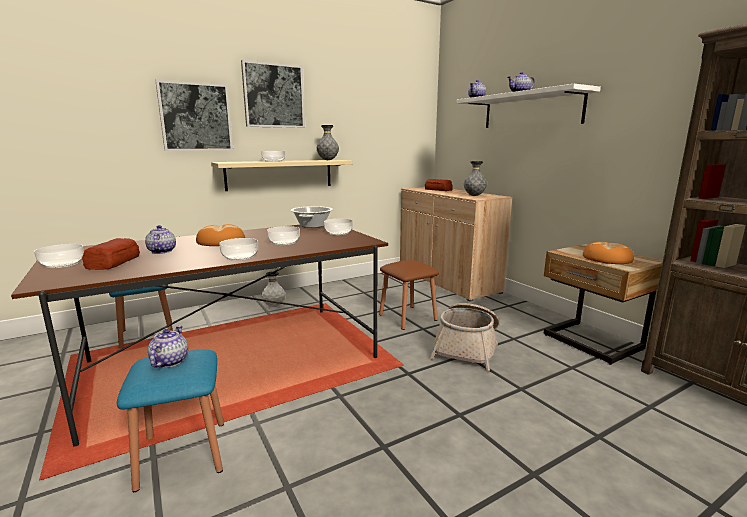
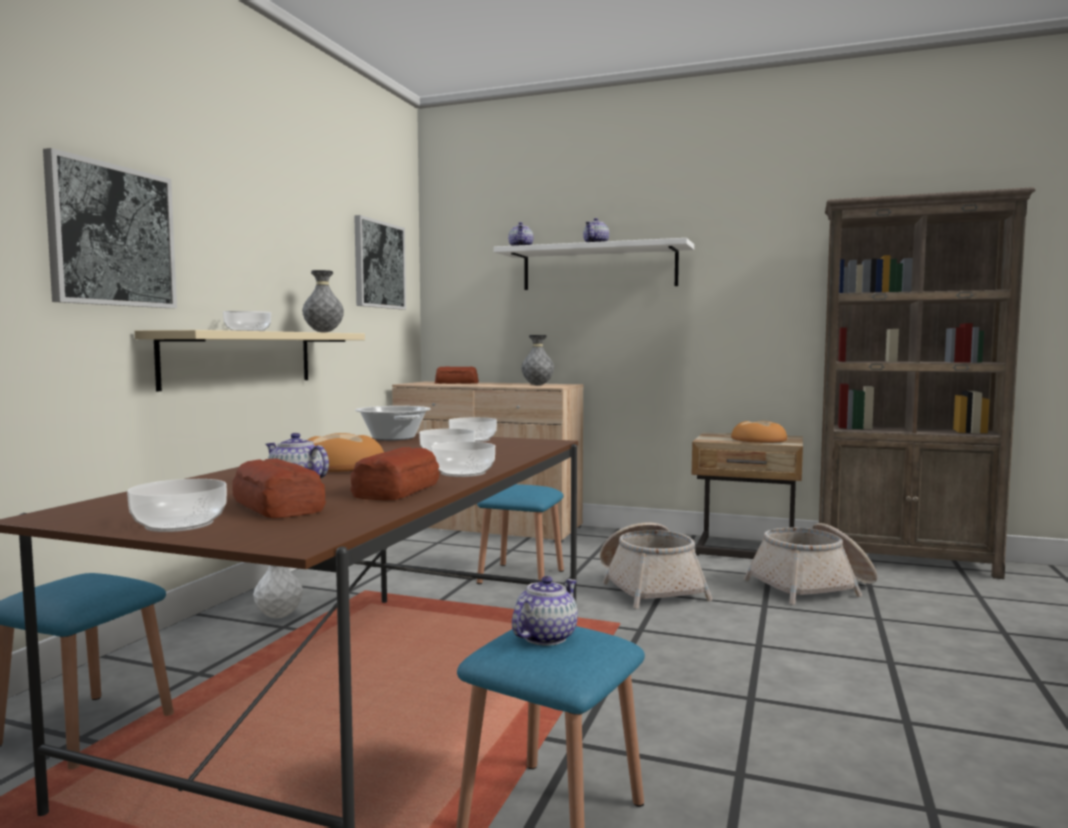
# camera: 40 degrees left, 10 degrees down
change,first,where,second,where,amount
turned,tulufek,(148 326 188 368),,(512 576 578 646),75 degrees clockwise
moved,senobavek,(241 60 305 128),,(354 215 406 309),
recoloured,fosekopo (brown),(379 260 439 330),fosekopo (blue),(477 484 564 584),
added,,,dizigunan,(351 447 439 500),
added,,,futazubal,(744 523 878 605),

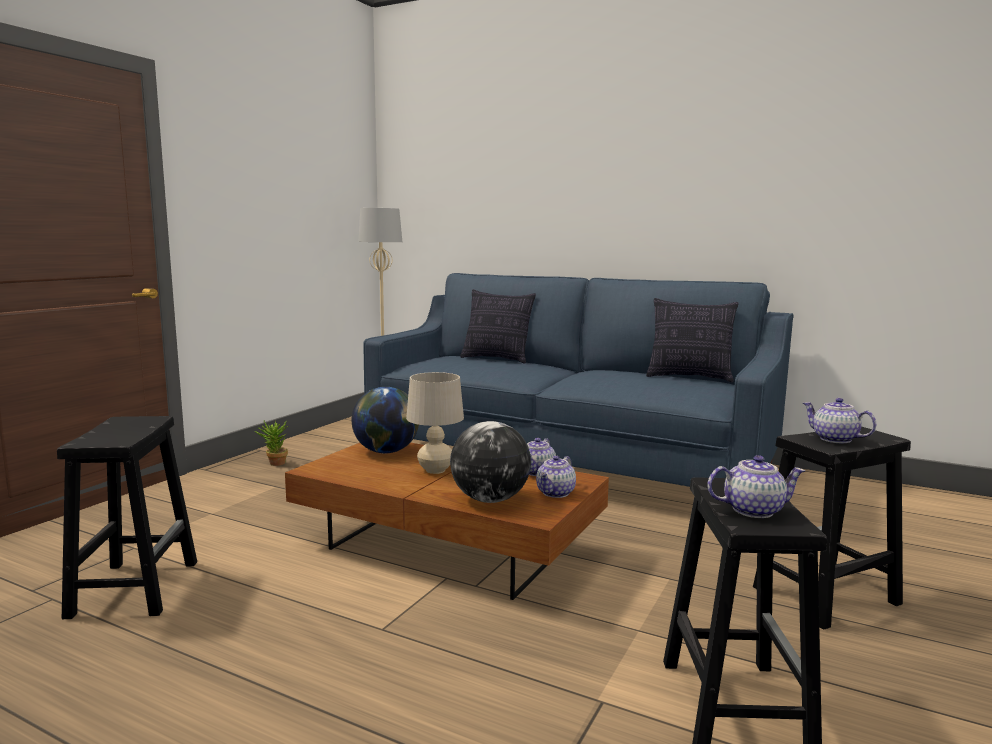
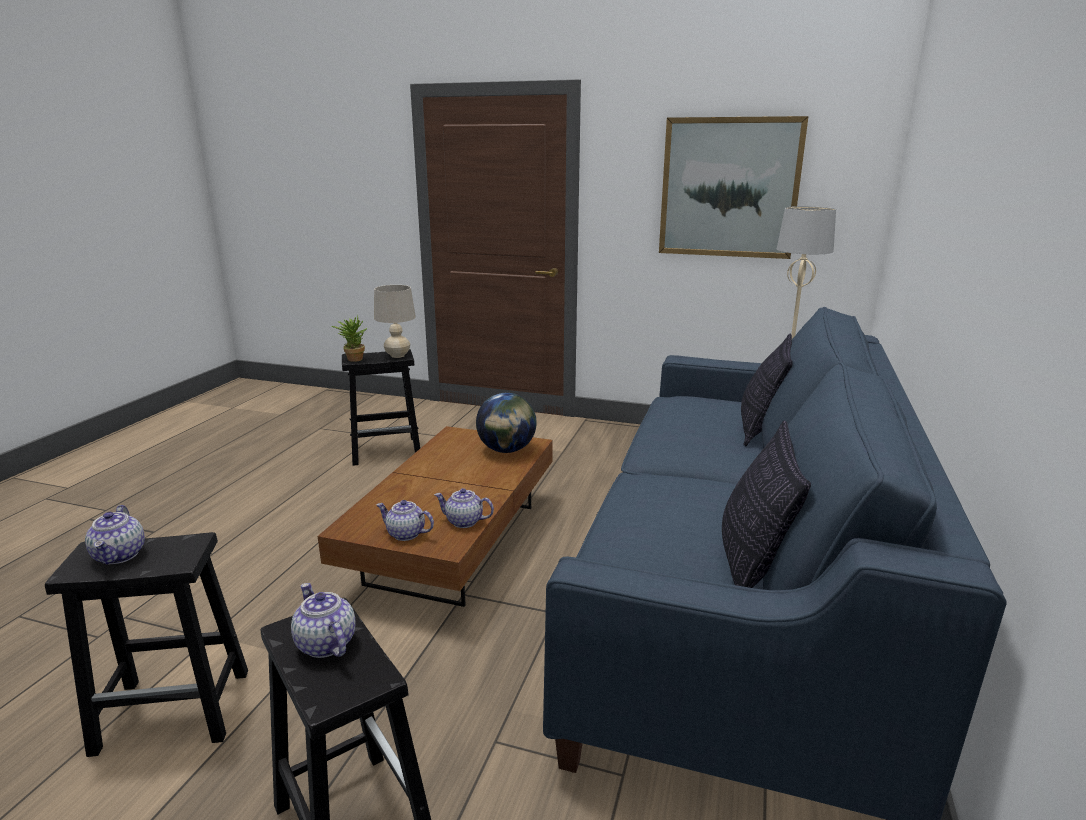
# camera: 80 degrees right, 10 degrees up
change,first,where,second,where,amount
moved,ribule,(255 421 288 466),,(331 314 367 362),
moved,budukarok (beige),(406 372 464 474),,(374 285 416 358),
removed,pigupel,(450 421 531 503),,,
turned,tulufek,(803 398 876 443),,(291 583 356 658),75 degrees counterclockwise
added,,,senobavek,(659 116 809 259),

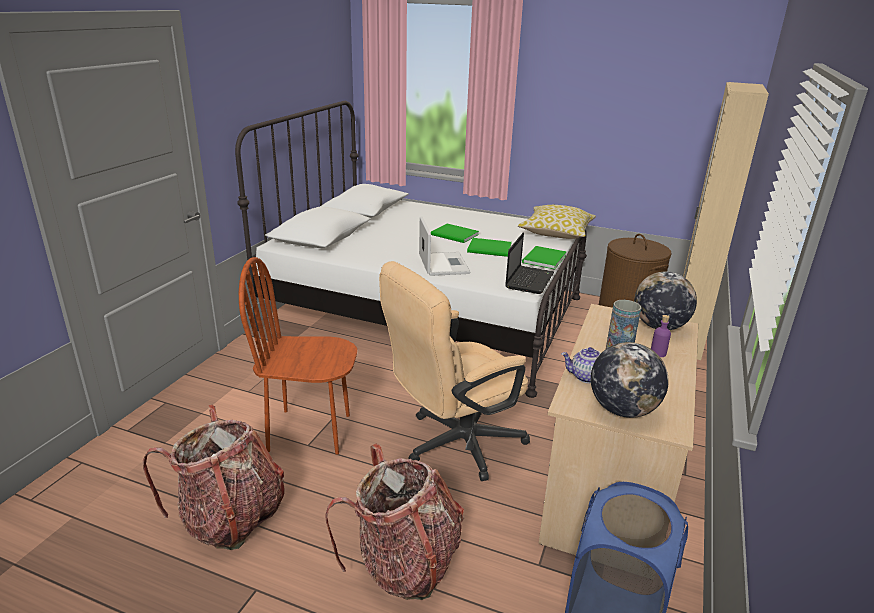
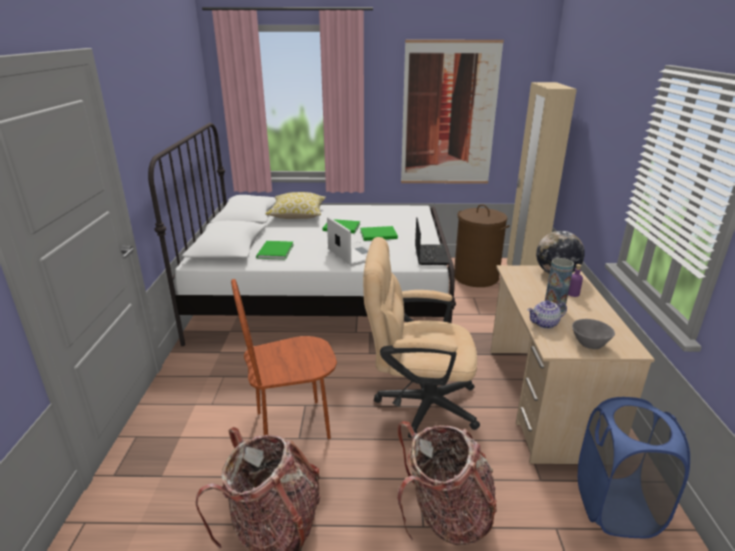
# camera: 20 degrees left, 0 degrees up
change,first,where,second,where,amount
turned,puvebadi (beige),(379 261 530 481),,(363 237 480 438),60 degrees clockwise
moved,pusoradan,(518 205 596 239),,(265 192 326 219),
moved,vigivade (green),(522 246 567 270),,(256 241 293 260),
replaced,pigupel,(591 342 669 418),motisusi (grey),(572 319 615 349),
added,,,senobavek,(401 40 504 184),

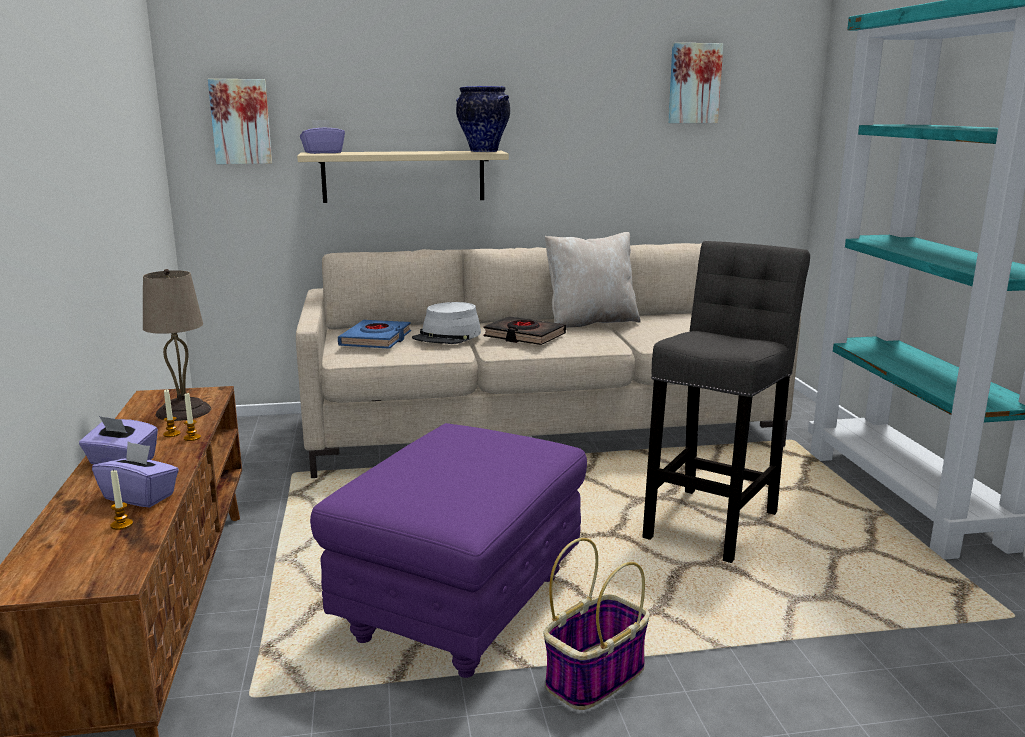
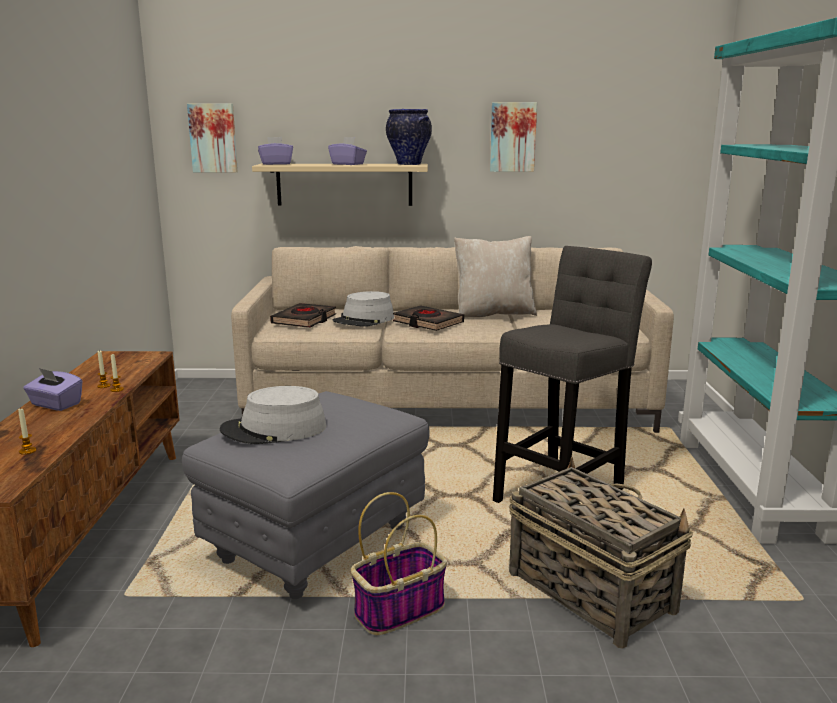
# camera: 10 degrees right, 0 degrees up
change,first,where,second,where,amount
moved,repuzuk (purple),(92 441 179 507),,(328 137 367 165),
removed,budukarok (beige),(143 269 211 421),,,
recoloured,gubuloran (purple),(310 423 587 678),gubuloran (grey),(182 391 430 599),
recoloured,vigivade (blue),(338 320 411 349),vigivade (black),(270 303 337 328),
moved,senobavek,(668 43 723 123),,(490 102 537 172),
added,,,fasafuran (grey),(220 386 326 444),
added,,,futazubal,(509 457 693 649),

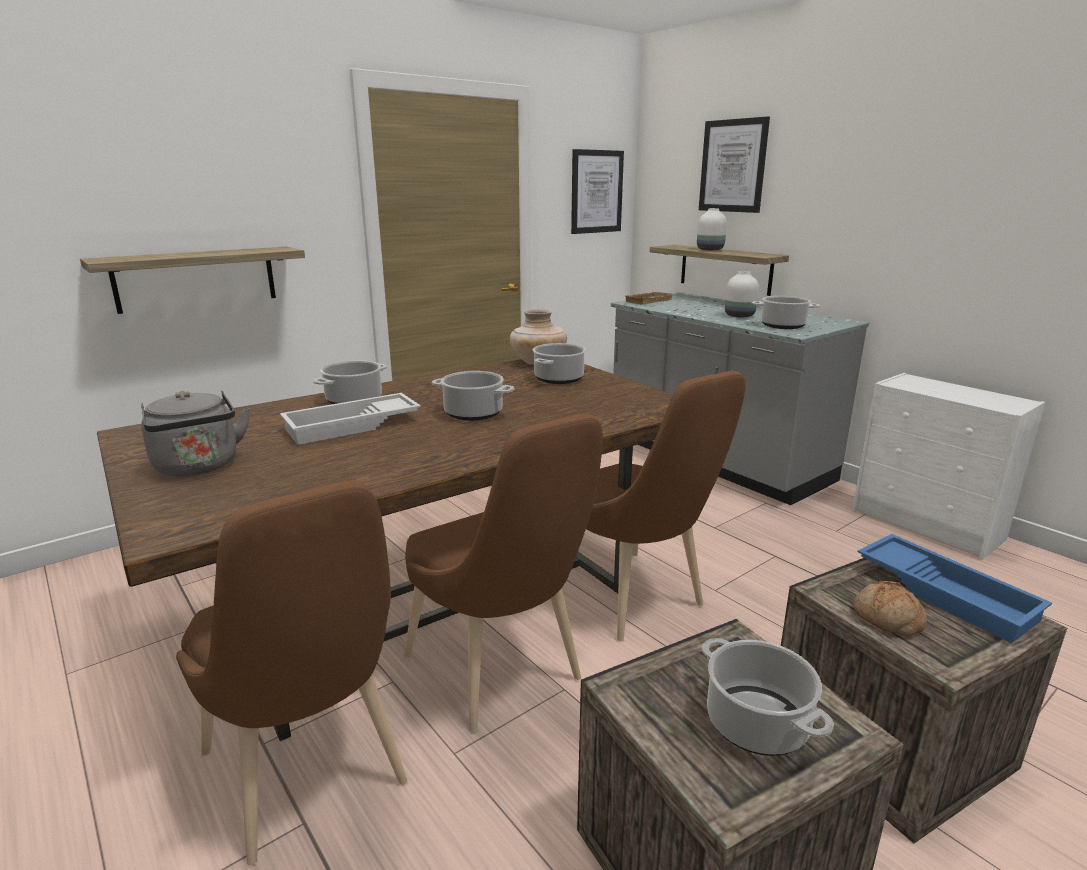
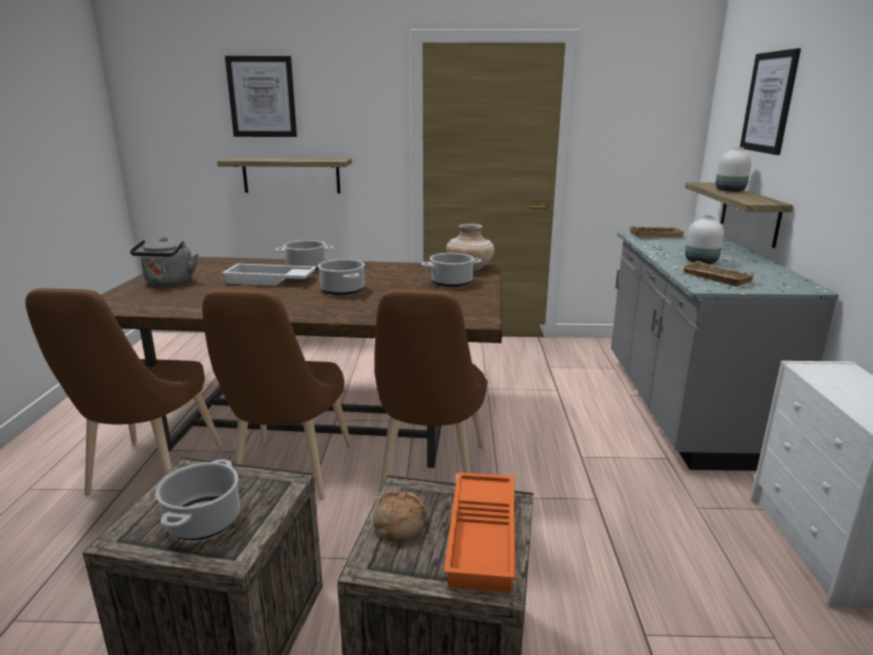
# camera: 40 degrees right, 0 degrees up
change,first,where,second,where,amount
moved,senobavek,(571 149 624 234),,(225 56 297 137),
replaced,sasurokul,(752 296 821 329),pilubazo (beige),(679 261 757 286),
recoloured,pilubazo (blue),(857 534 1052 643),pilubazo (orange),(444 472 515 593),

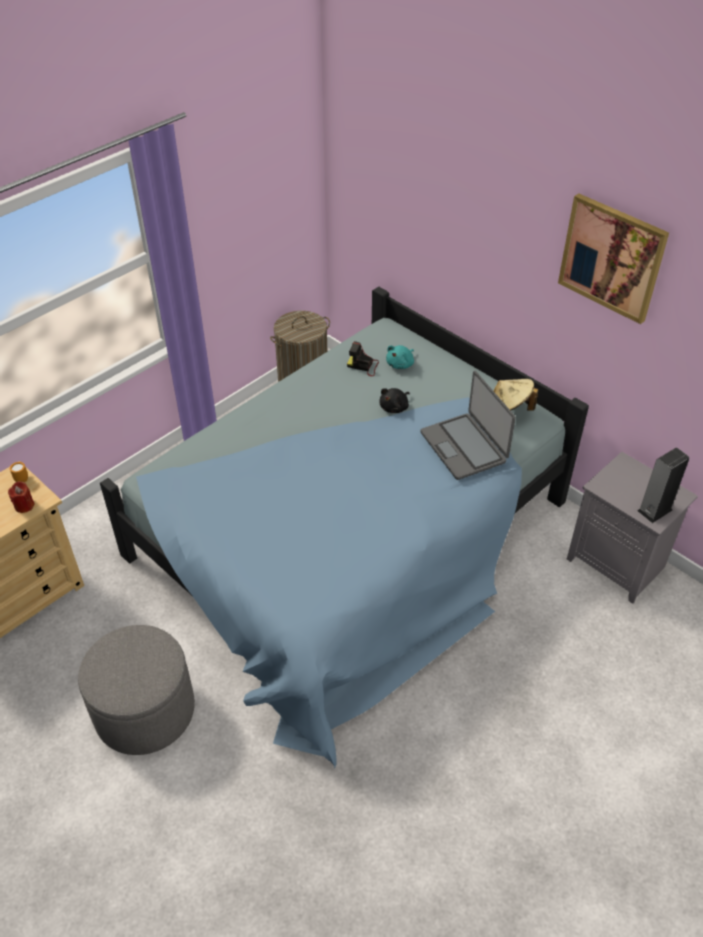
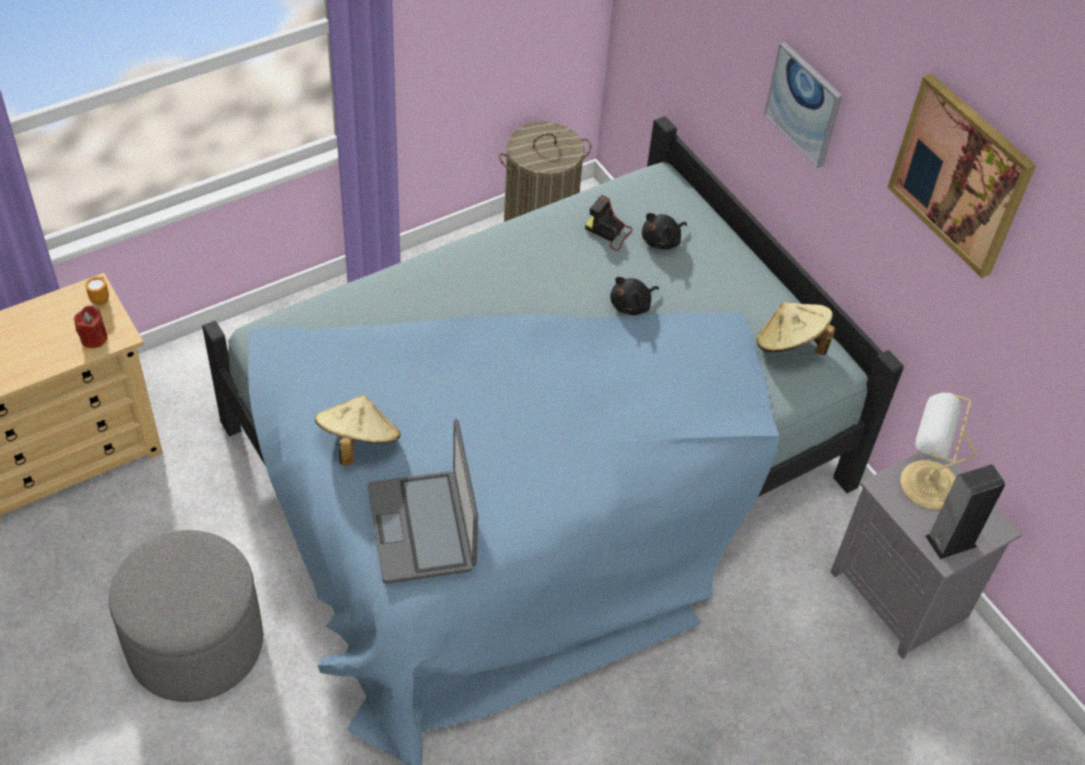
# camera: 10 degrees right, 5 degrees up
change,first,where,second,where,amount
recoloured,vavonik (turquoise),(386 345 414 369),vavonik (black),(642 213 687 250),
moved,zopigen,(420 371 516 480),,(368 419 478 584),
added,,,fasafuran (beige),(315 395 401 465),
added,,,senobavek,(764 42 842 168),
added,,,budukarok,(900 393 977 510),

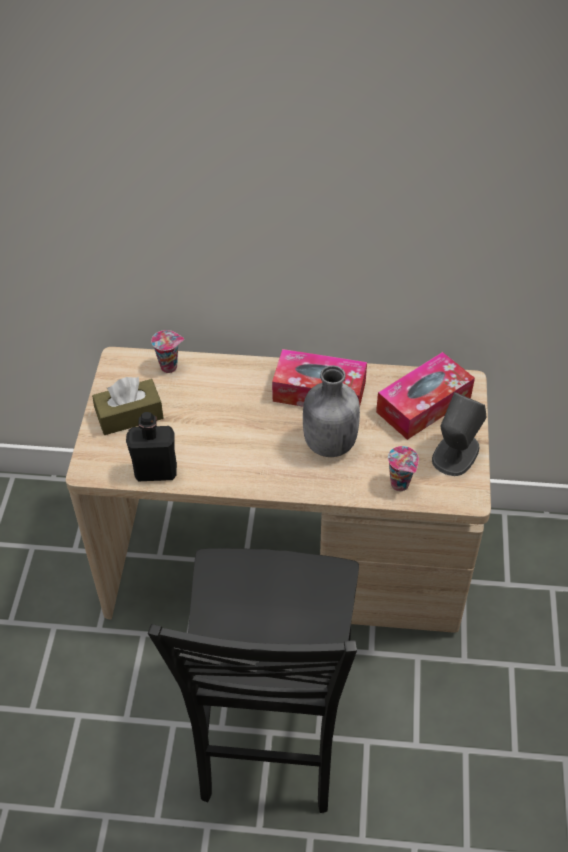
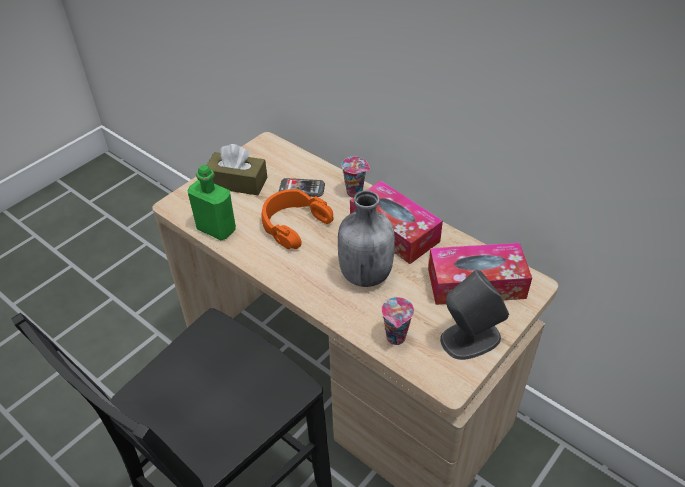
# camera: 35 degrees right, 5 degrees down
change,first,where,second,where,amount
recoloured,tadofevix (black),(126 412 177 482),tadofevix (green),(188 165 236 240),
moved,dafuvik,(151 330 184 373),,(341 156 370 198),
added,,,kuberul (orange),(262 189 333 249),
added,,,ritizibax,(279 178 325 197),

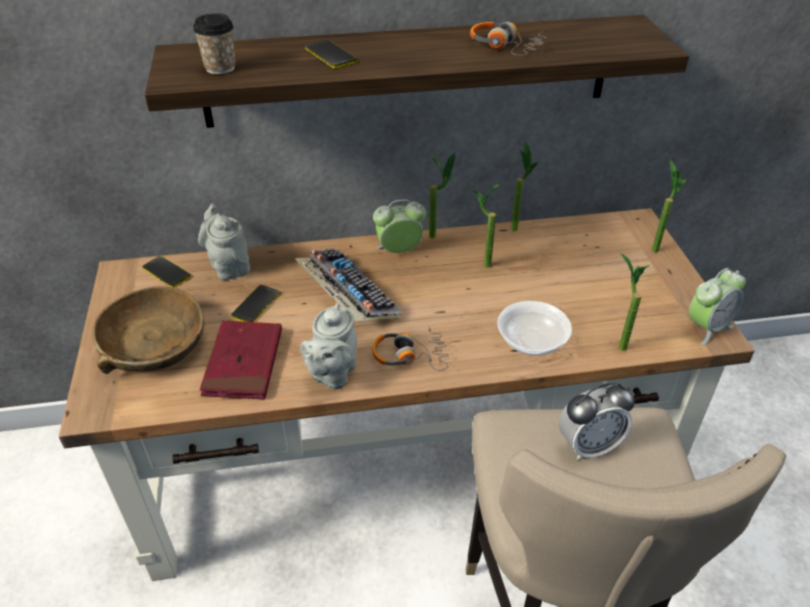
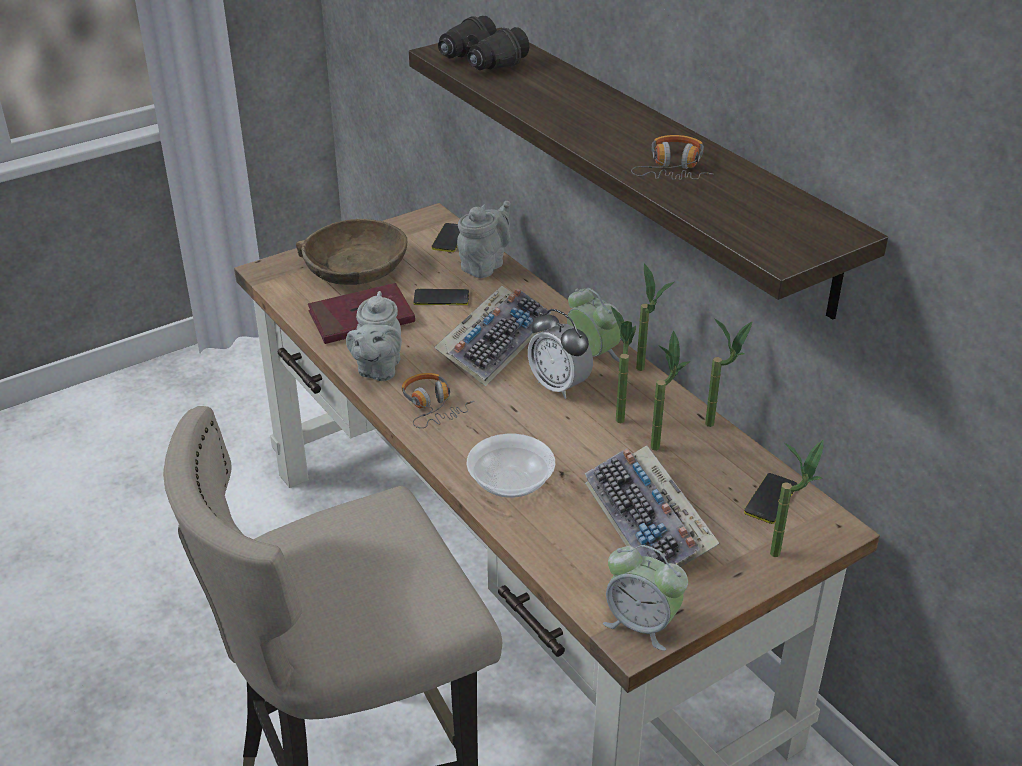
# camera: 65 degrees right, 5 degrees down
change,first,where,second,where,amount
replaced,dafuvik,(193 13 235 75),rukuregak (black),(438 15 529 70),
turned,tulufek (grey),(300 303 357 390),,(346 291 402 381),75 degrees counterclockwise
moved,ritizibax,(305 40 357 69),,(744 473 797 524),
moved,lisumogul,(559 382 635 460),,(528 309 593 399),
moved,ribule,(619 253 650 351),,(651 331 690 451),
added,,,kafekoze,(585 445 719 567),

